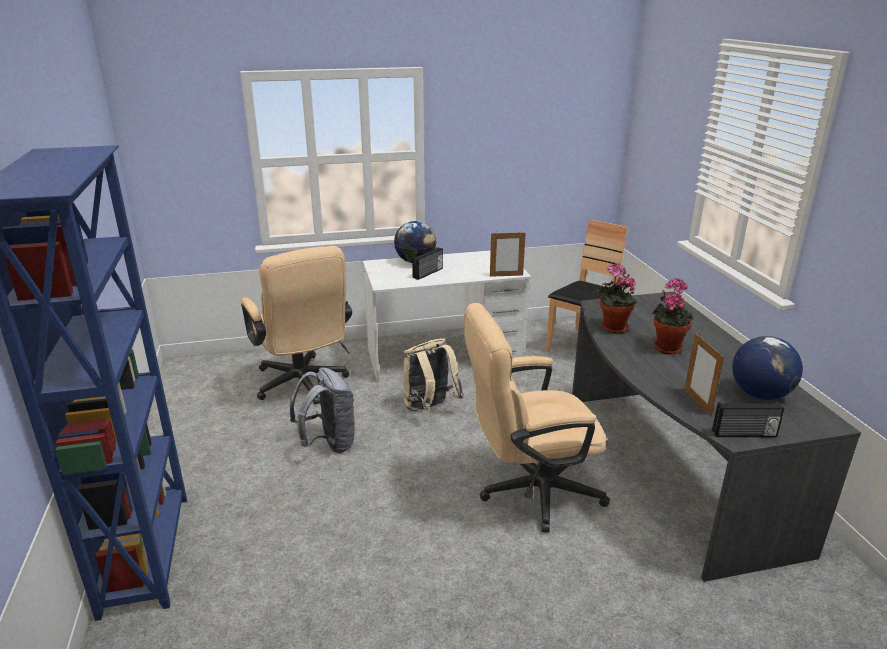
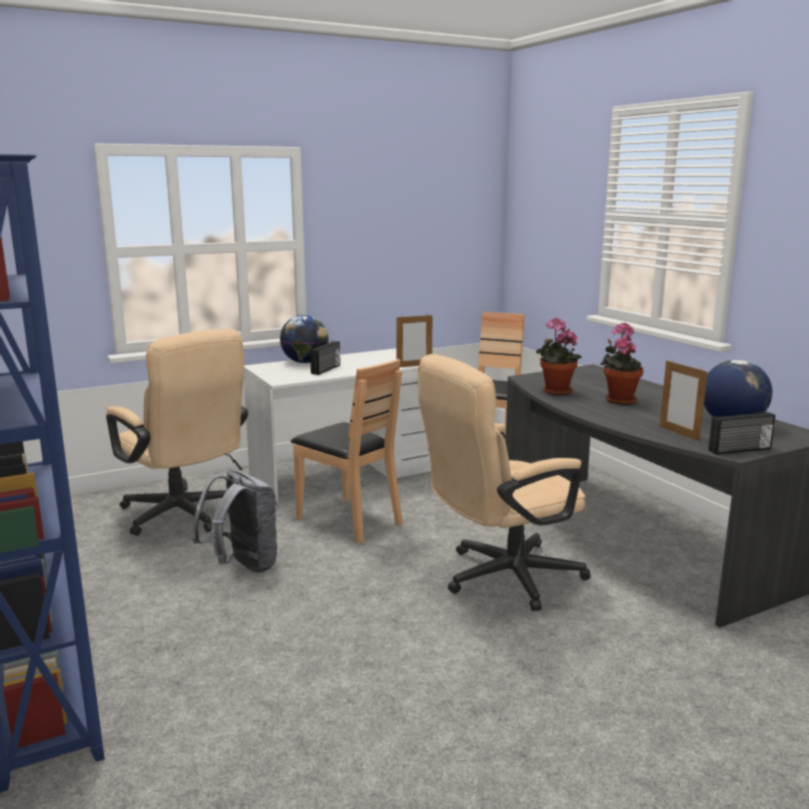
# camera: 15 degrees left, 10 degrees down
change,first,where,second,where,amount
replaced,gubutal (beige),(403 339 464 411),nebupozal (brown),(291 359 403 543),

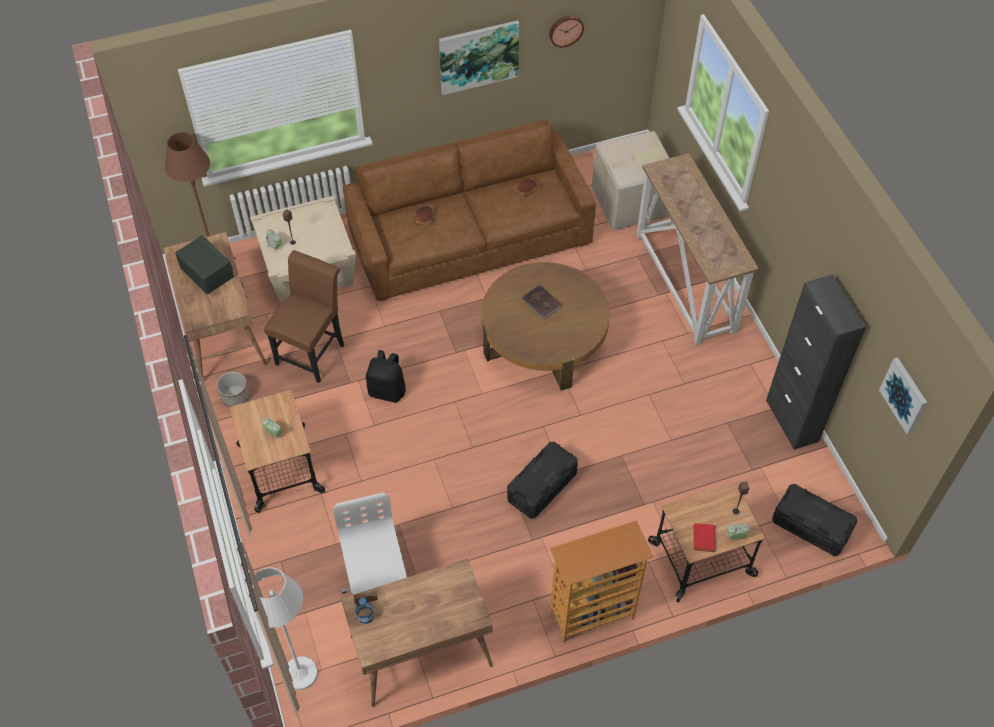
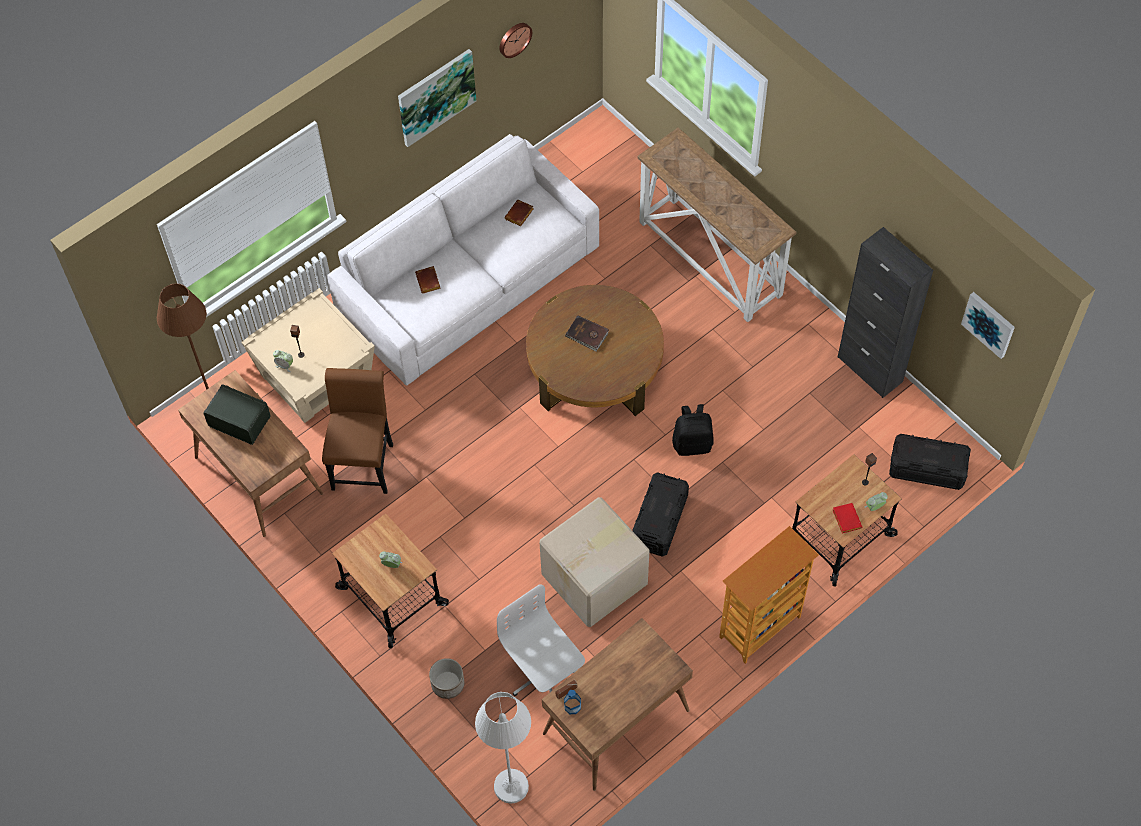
# camera: 20 degrees left, 5 degrees up
change,first,where,second,where,amount
moved,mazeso,(217 372 250 407),,(429 658 464 699),
recoloured,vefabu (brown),(343 120 596 301),vefabu (white),(327 134 599 386),
moved,gubutal (black),(366 350 406 402),,(672 404 714 456),
moved,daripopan,(592 131 669 230),,(540 497 650 627),

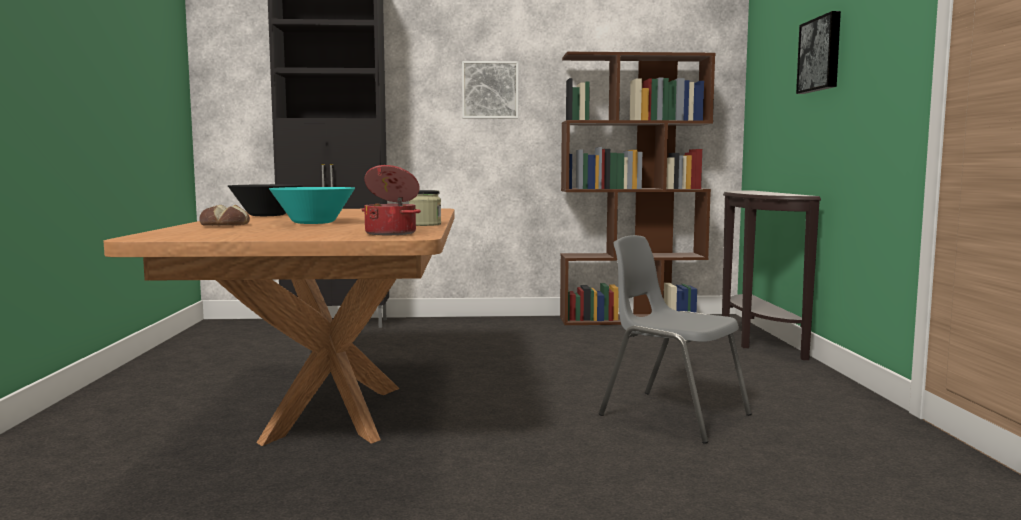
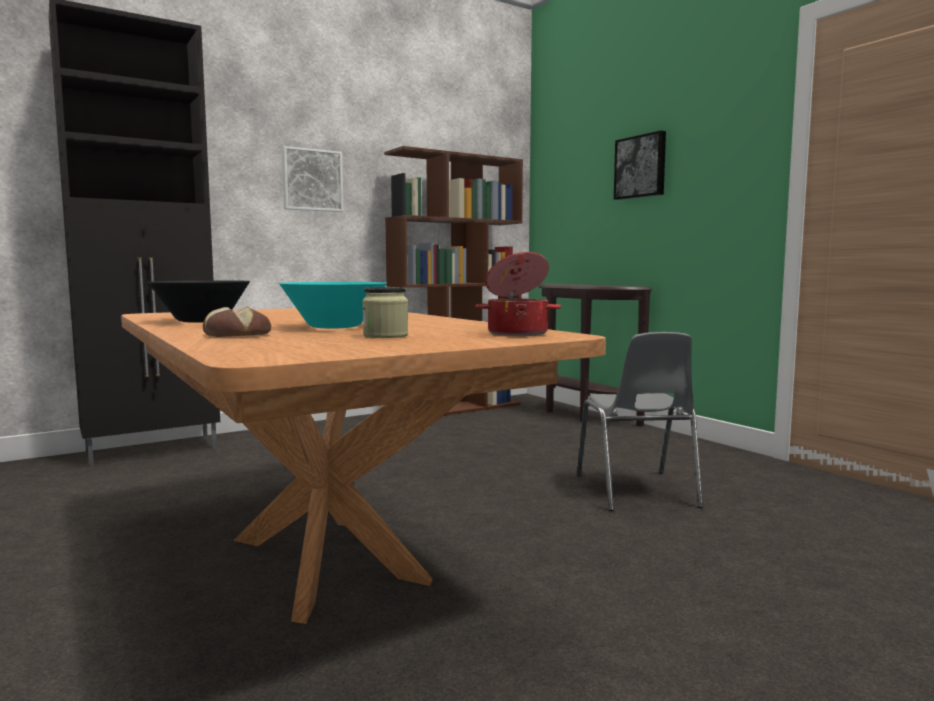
# camera: 30 degrees left, 0 degrees up
change,first,where,second,where,amount
moved,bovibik,(409 190 441 226),,(362 287 408 338),
turned,nebupozal (grey),(599 235 752 444),,(576 332 703 511),105 degrees counterclockwise

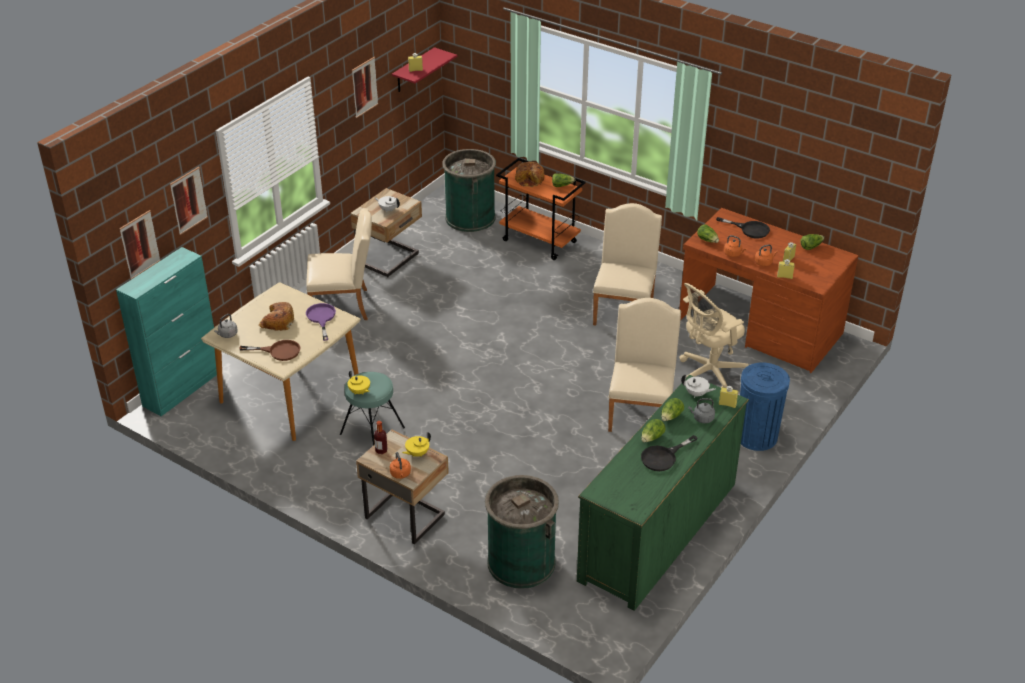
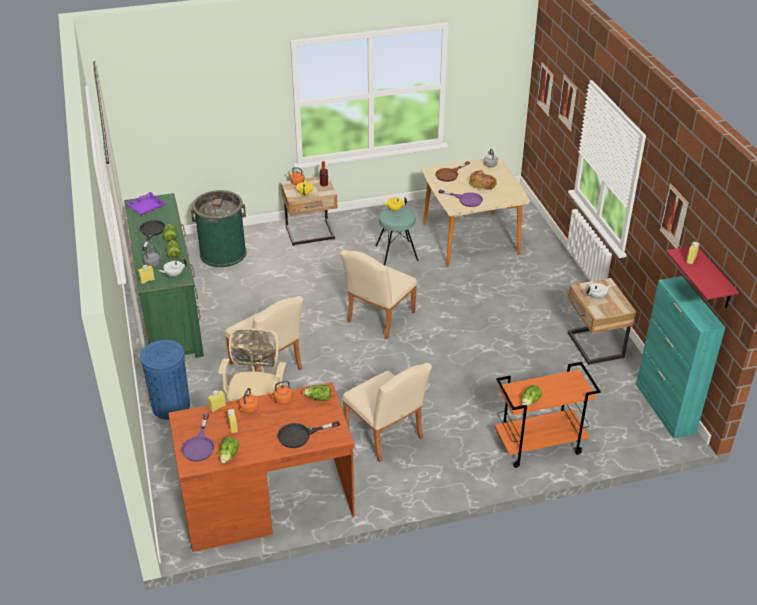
# camera: 130 degrees right, 0 degrees up
change,first,where,second,where,amount
moved,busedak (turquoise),(116 247 217 416),,(636 276 726 439),
moved,nebupozal (beige),(306 208 372 320),,(340 250 417 339),
removed,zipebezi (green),(442 149 496 232),,,
removed,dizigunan,(515 162 544 187),,,
added,,,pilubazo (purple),(125 192 166 215),
added,,,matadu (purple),(181 414 214 461),

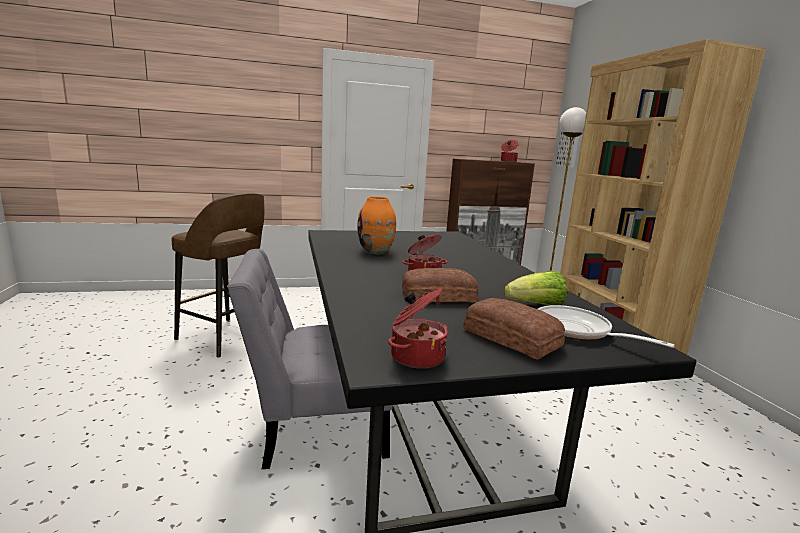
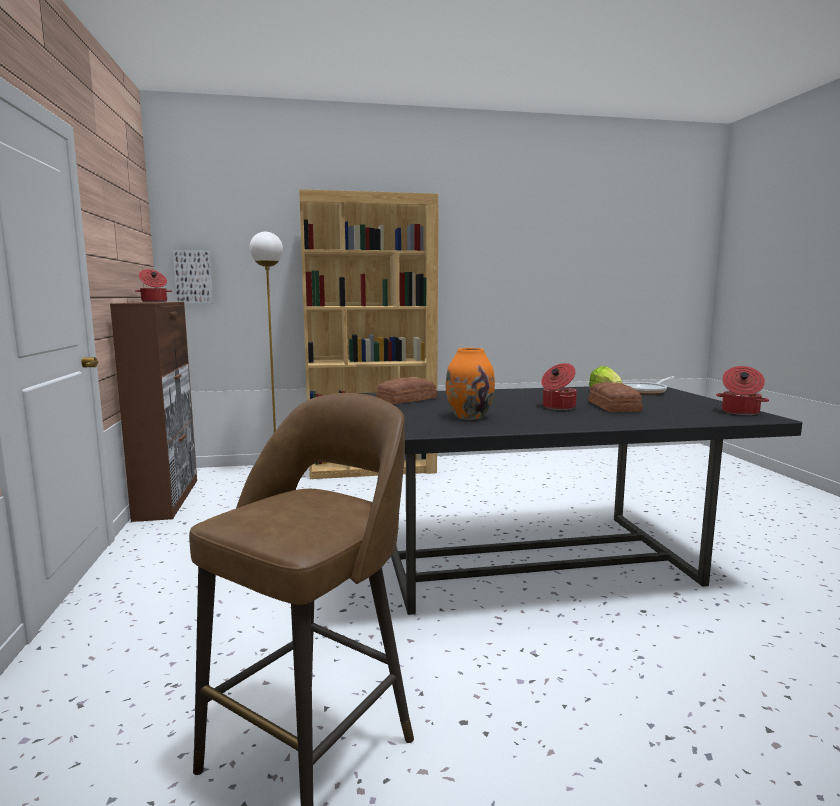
# camera: 85 degrees left, 5 degrees down
change,first,where,second,where,amount
removed,nebupozal (grey),(227 249 393 469),,,
moved,dizigunan,(463 298 565 360),,(376 377 437 404),

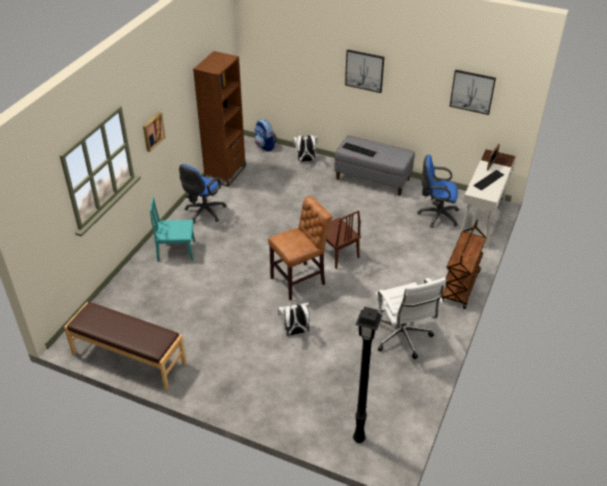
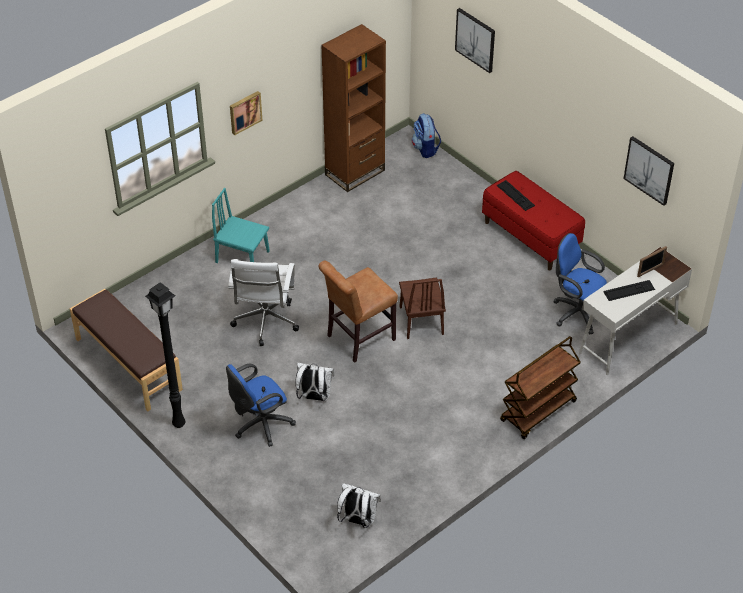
# camera: 25 degrees right, 5 degrees up
change,first,where,second,where,amount
moved,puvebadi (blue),(179 164 227 224),,(226 364 296 447),
turned,nebupozal (brown),(268 196 333 300),,(319 261 398 363),150 degrees clockwise
moved,gubutal (white),(293 135 317 162),,(337 483 381 528),
recoloured,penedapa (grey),(334 136 415 196),penedapa (red),(482 171 585 271),
moved,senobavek,(345 49 384 93),,(455 8 495 73),
moved,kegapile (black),(353 307 382 443),,(145 282 185 428),
moved,puvebadi (white),(375 277 446 359),,(228 259 299 346),

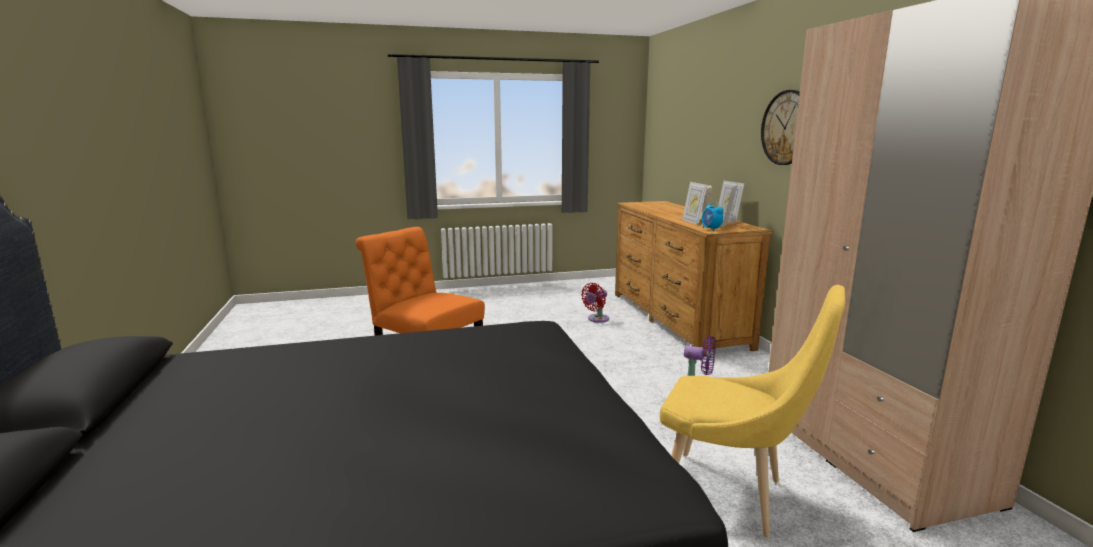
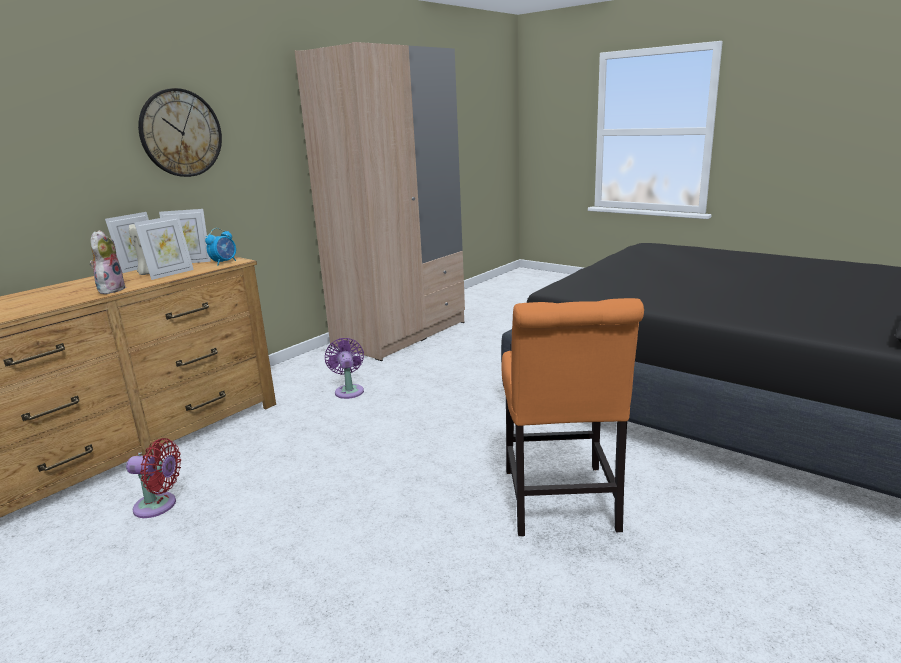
# camera: 125 degrees left, 5 degrees up
change,first,where,second,where,amount
removed,nebupozal (yellow),(660 285 845 538),,,
added,,,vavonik,(90 230 126 294),

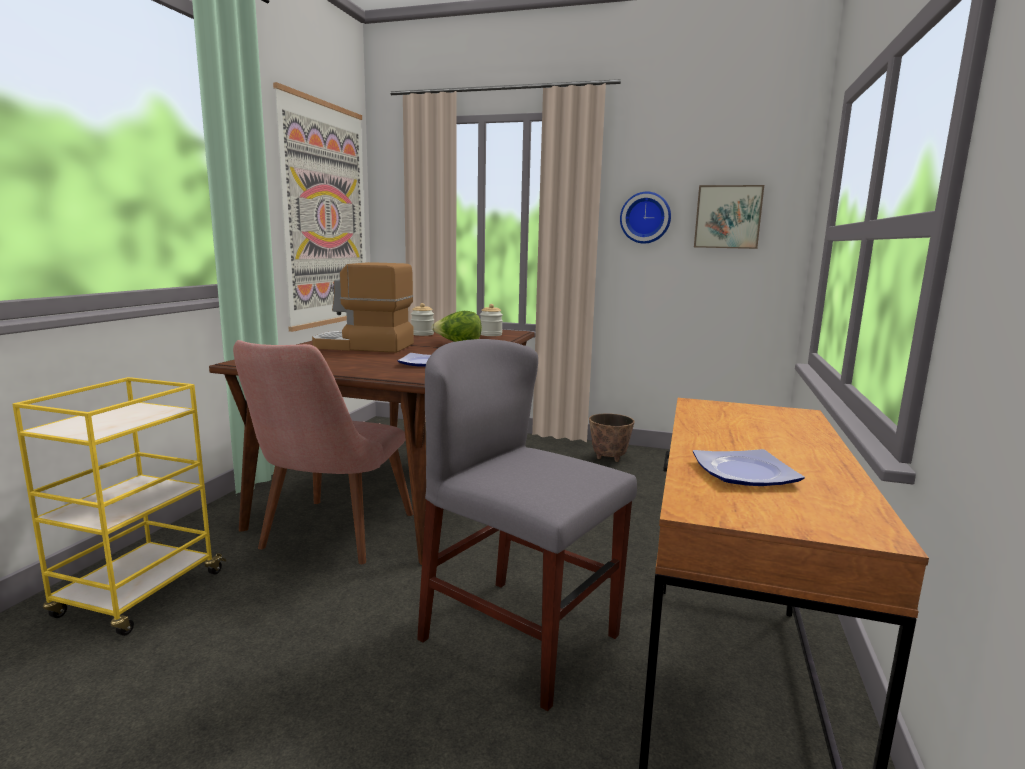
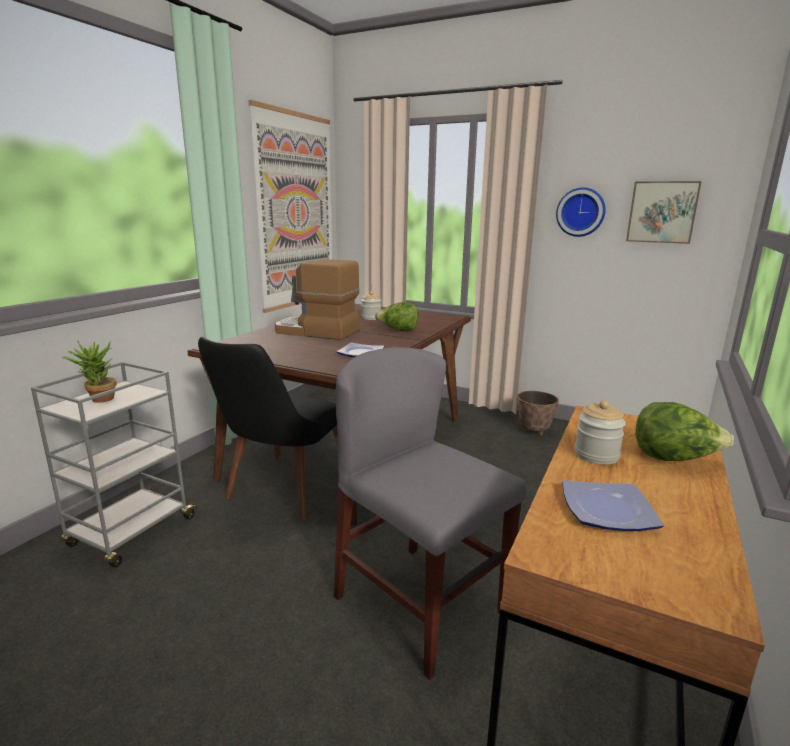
# camera: 10 degrees right, 5 degrees up
change,first,where,second,where,amount
recoloured,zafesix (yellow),(12 377 226 636),zafesix (grey),(31 362 198 567),
recoloured,nebupozal (pink),(233 340 413 564),nebupozal (black),(198 337 338 520),
moved,bovibik,(480 304 503 336),,(574 400 626 465),
added,,,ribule,(63 340 117 403),
added,,,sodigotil,(636 402 734 461),

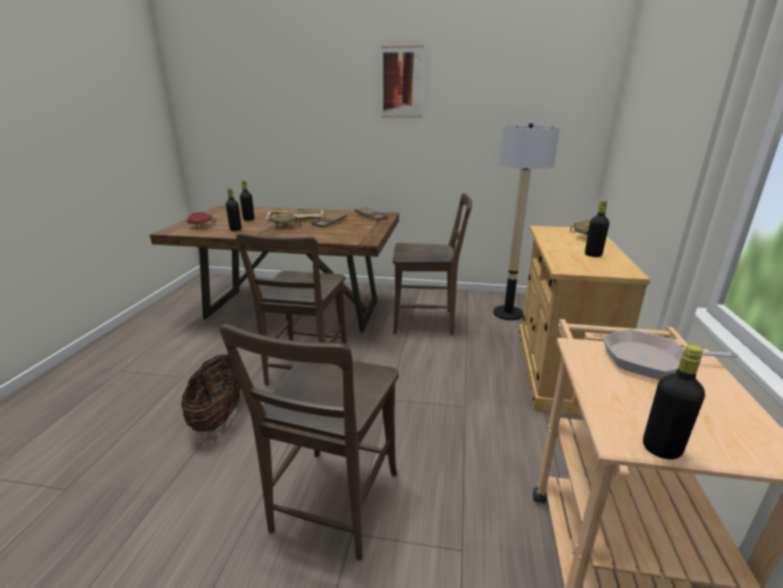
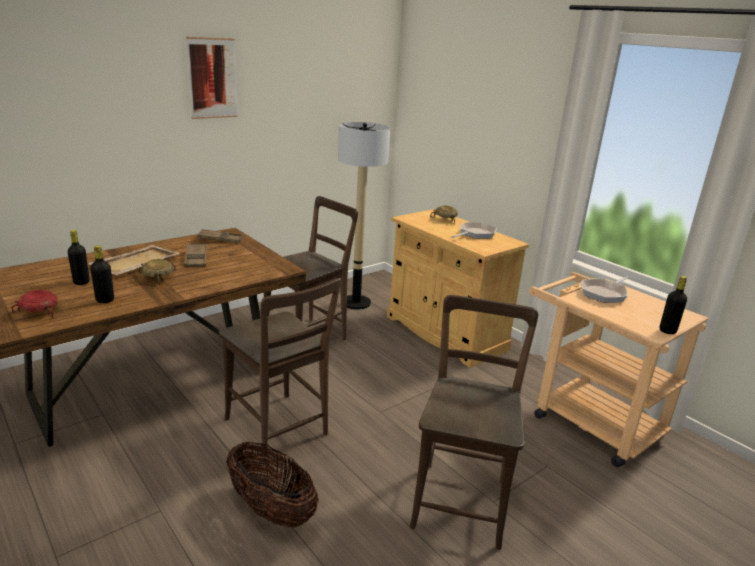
# camera: 50 degrees left, 0 degrees up
change,first,where,second,where,amount
turned,nebupozal (brown),(220 324 399 561),,(410 295 538 550),135 degrees counterclockwise
replaced,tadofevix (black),(585 200 609 257),matadu,(451 222 497 239),

